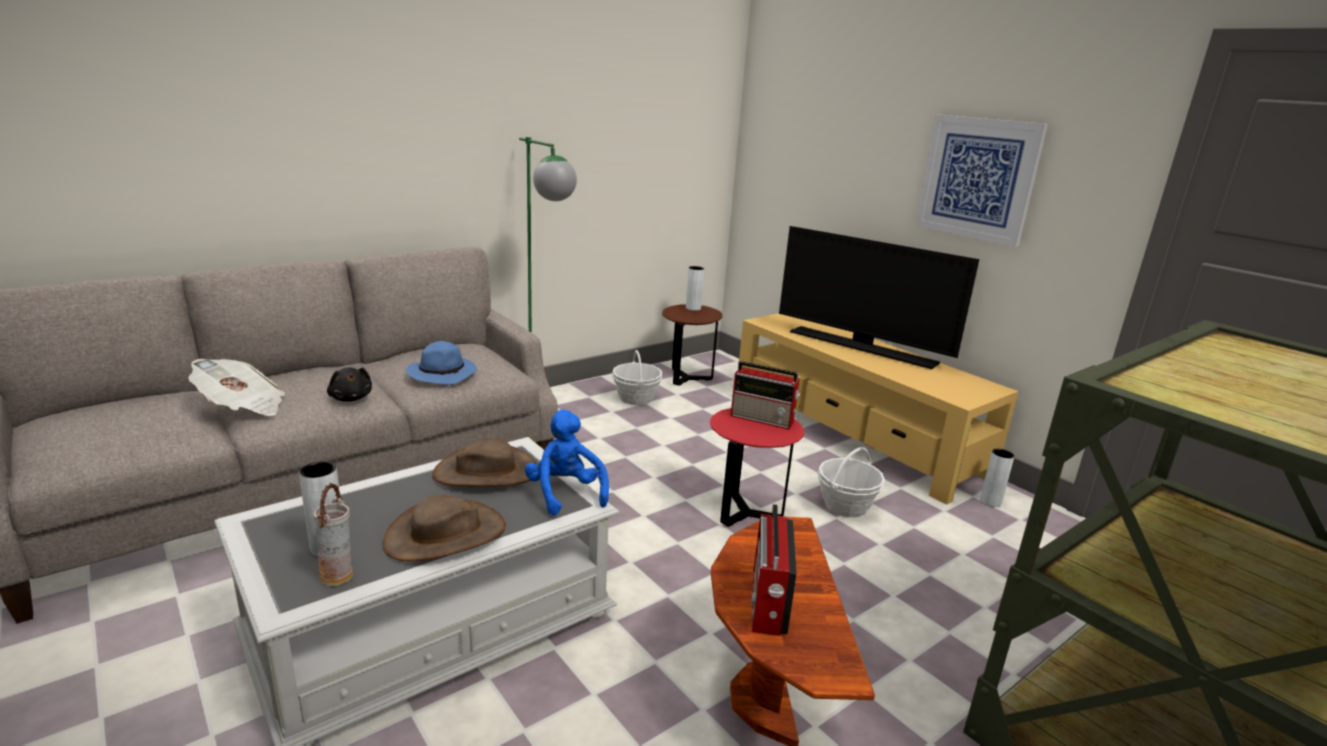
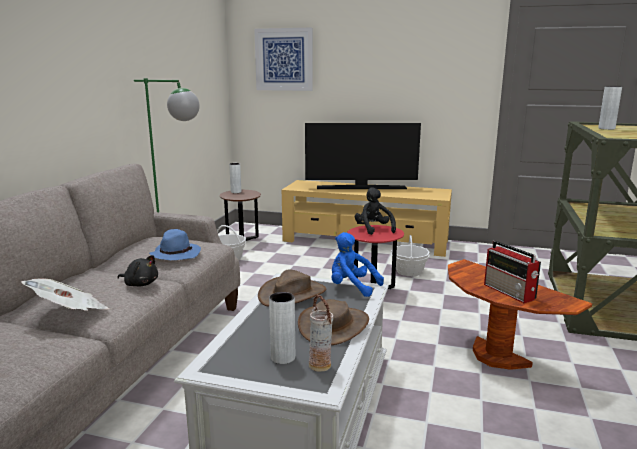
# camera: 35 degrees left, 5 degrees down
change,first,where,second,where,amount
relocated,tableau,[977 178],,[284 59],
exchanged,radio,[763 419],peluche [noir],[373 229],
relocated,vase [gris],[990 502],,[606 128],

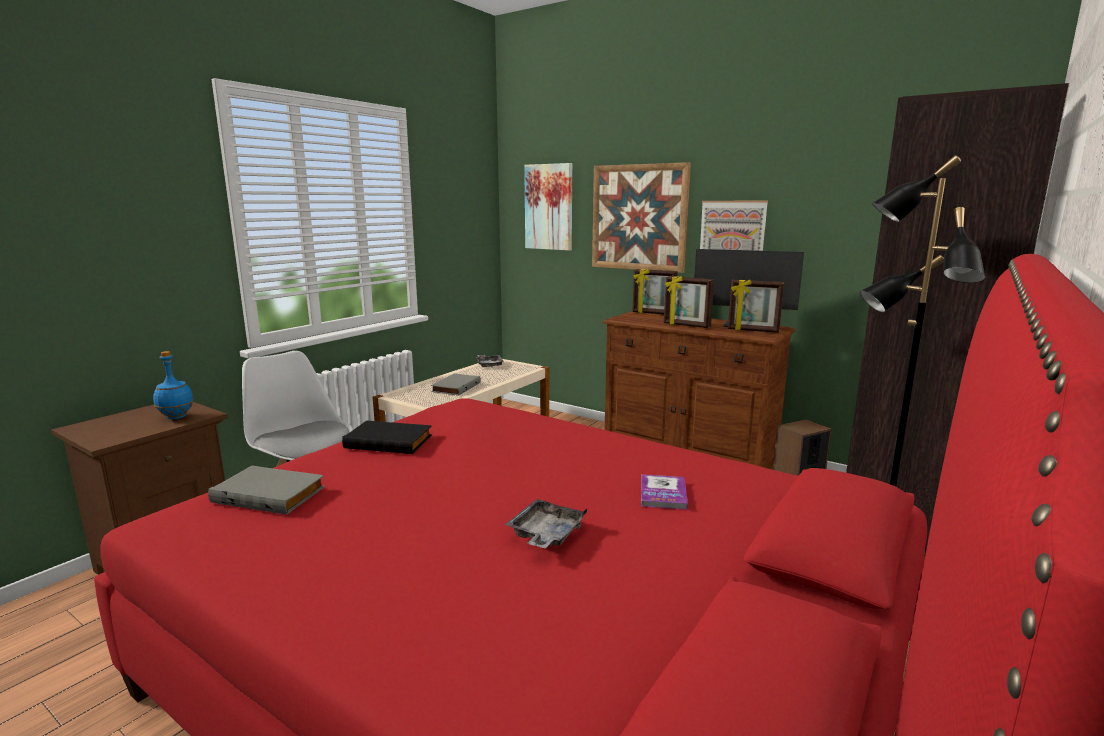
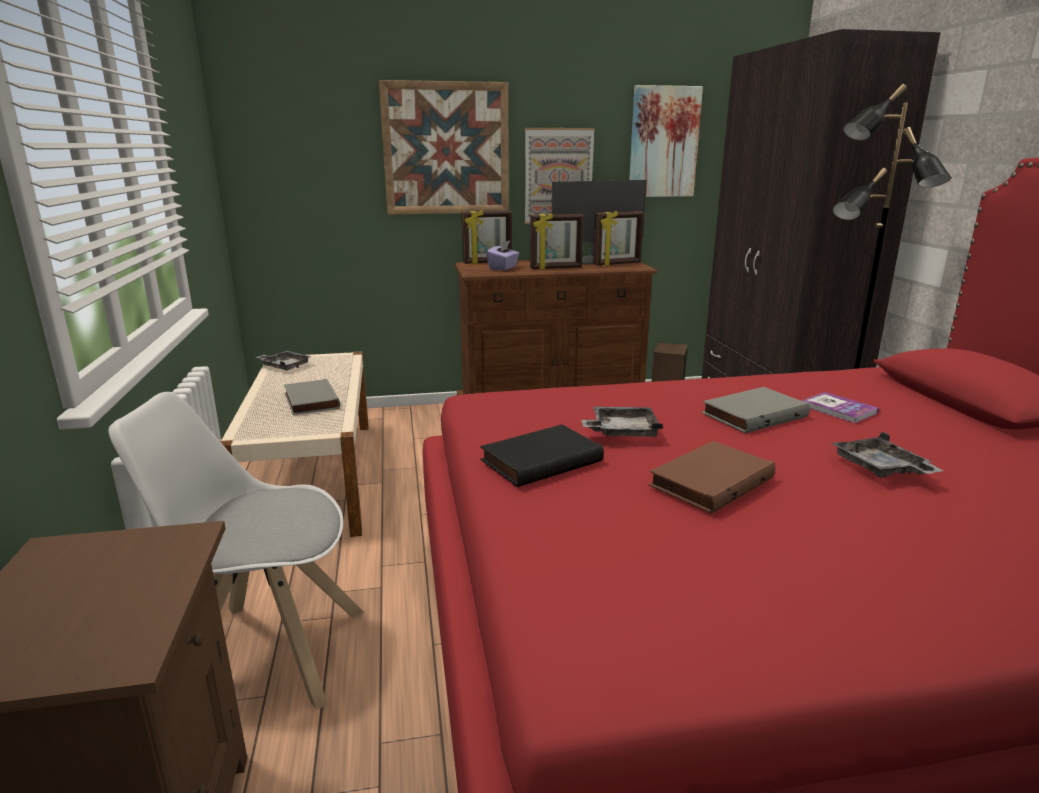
# camera: 45 degrees left, 5 degrees up
change,first,where,second,where,amount
relocated,tableau,[549 207],,[663 142],
missing,bouteille [bleu],[176 417],,,
relocated,livre [gris],[271 494],,[753 414],
appeared,,,boîte à mouchoirs [violet],[503 268],
appeared,,,plateau [gris],[622 431],
appeared,,,livre [marron],[709 481],

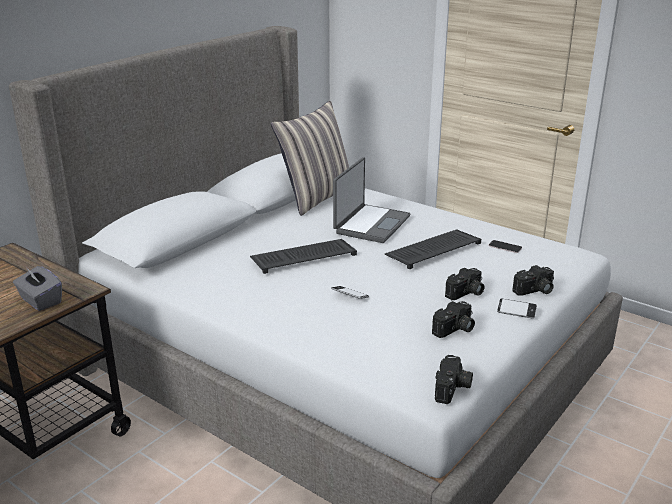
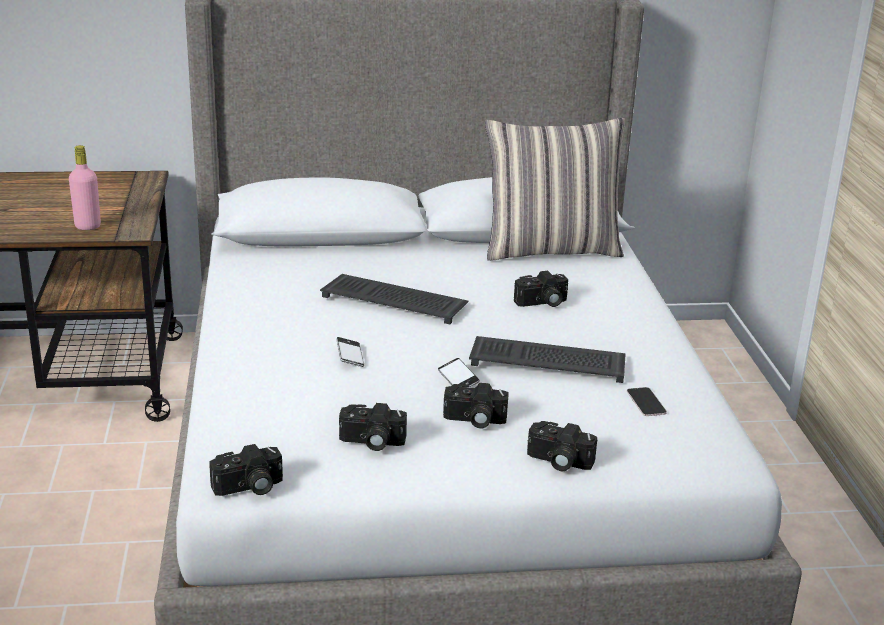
# camera: 45 degrees right, 0 degrees up
change,first,where,second,where,amount
exchanged,ordinateur portable,[371 224],appareil photo,[542 303],
exchanged,boîte à mouchoirs [gris],[40 301],bouteille [rose],[88 226],
relocated,téléphone,[516 311],,[458 379],

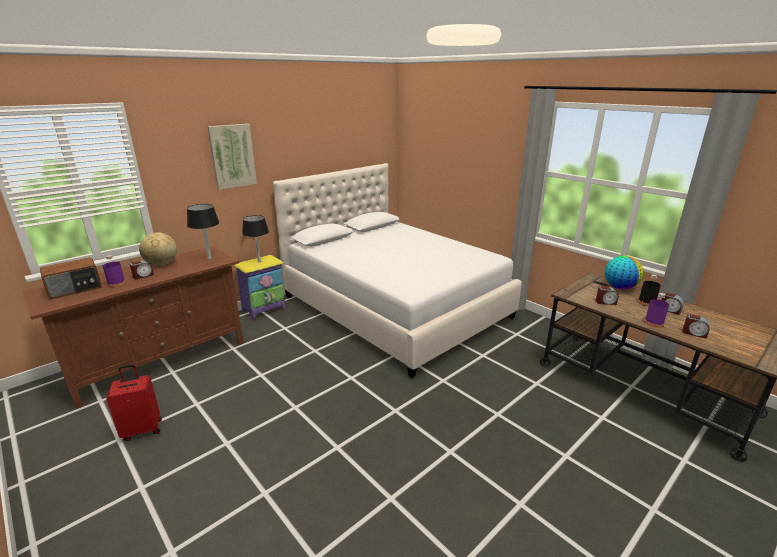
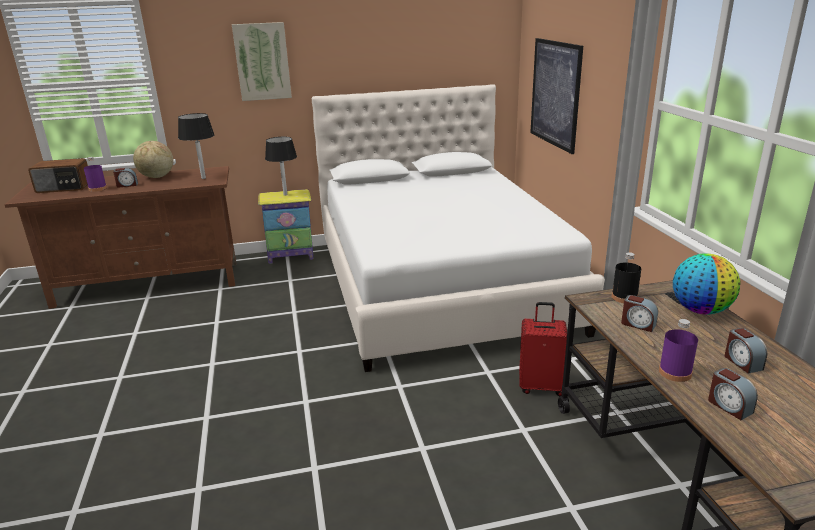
# camera: 30 degrees right, 0 degrees up
change,first,where,second,where,amount
relocated,bouteille [noir],[646 302],,[624 297],
relocated,valise [rouge],[142 429],,[541 386],
appeared,,,tableau,[555 93],

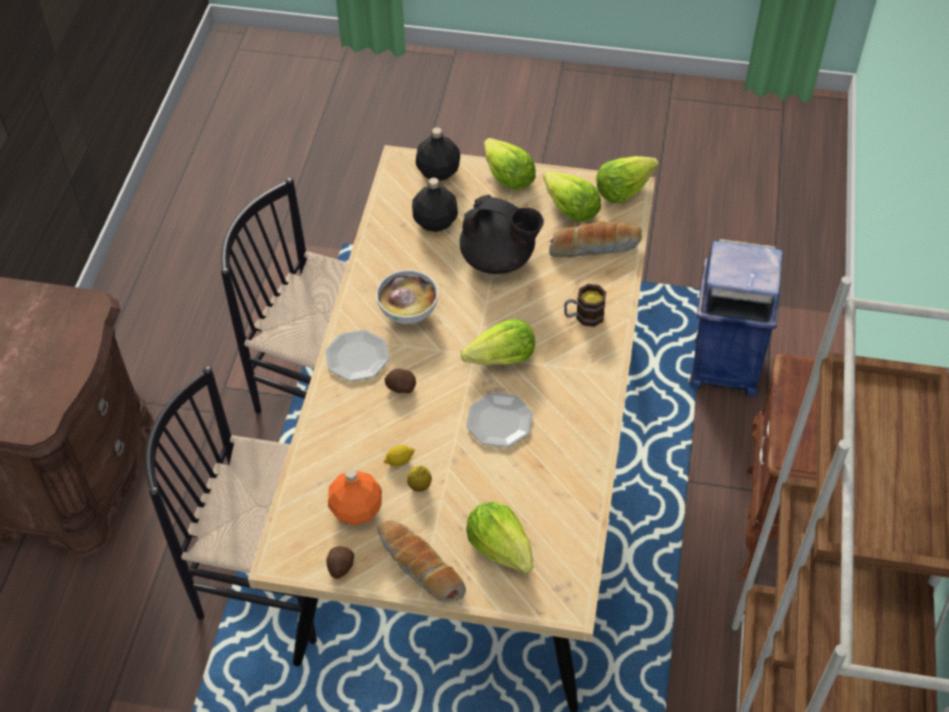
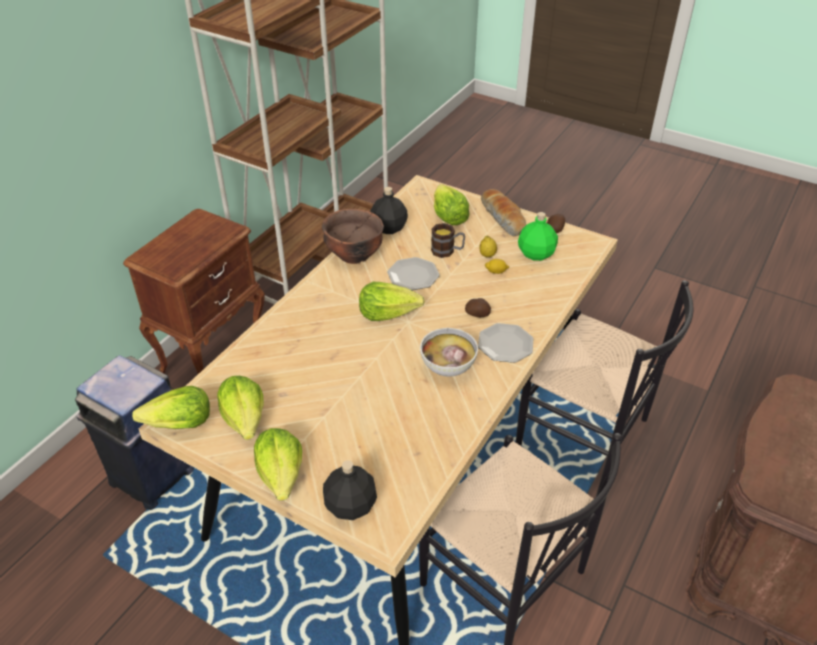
# camera: 160 degrees left, 10 degrees down
change,first,where,second,where,amount
relocated,bouteille [noir],[435 222],,[389 228],
missing,théière [noir],[499 259],,,
missing,pain,[594 246],,,
relocated,mug,[583 316],,[447 251],
colour,bouteille [orange],[357 509],bouteille [vert],[535 254],
appeared,,,bol [marron],[353 254],

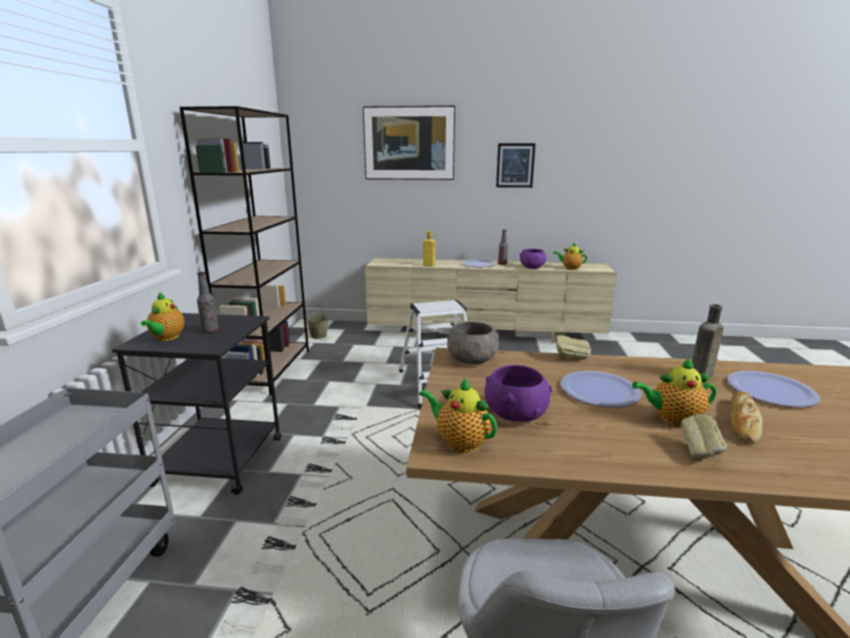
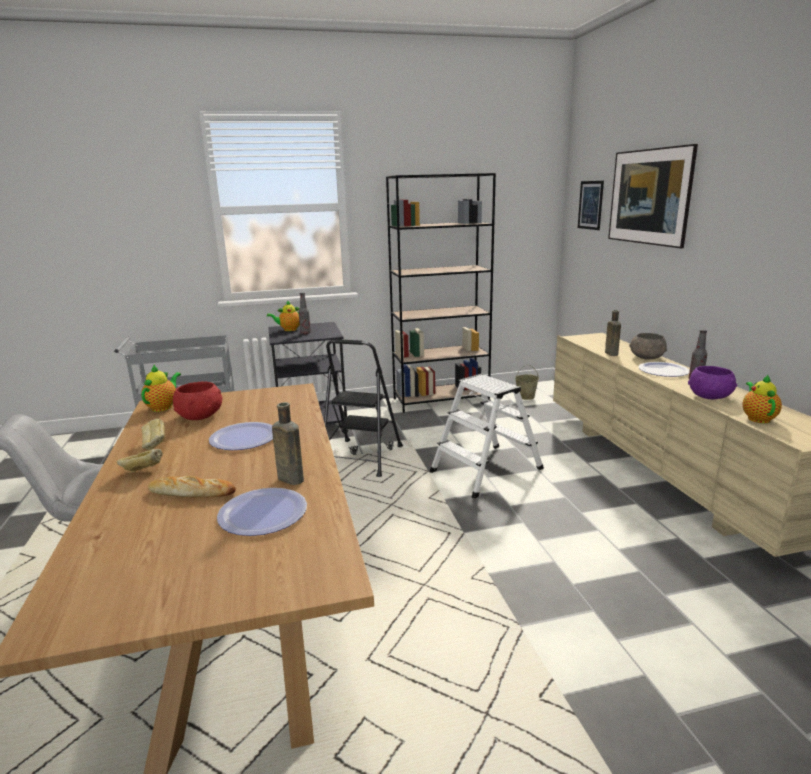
# camera: 70 degrees right, 0 degrees up
change,first,where,second,where,amount
relocated,tableau,[515 165],,[590 205],
colour,bouteille [jaune],[428 265],bouteille [marron],[610 353],
relocated,bol [gris],[472 360],,[646 357],
relocated,pain,[571 358],,[155 445],
missing,théière,[672 419],,,
colour,bol [violet],[515 413],bol [rouge],[201 416],
appeared,,,escabeau [noir],[360 458],

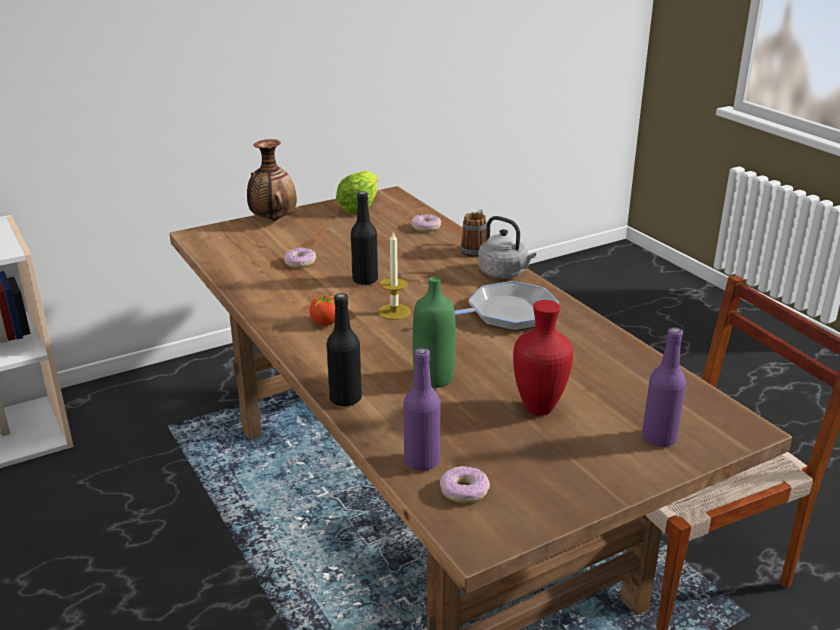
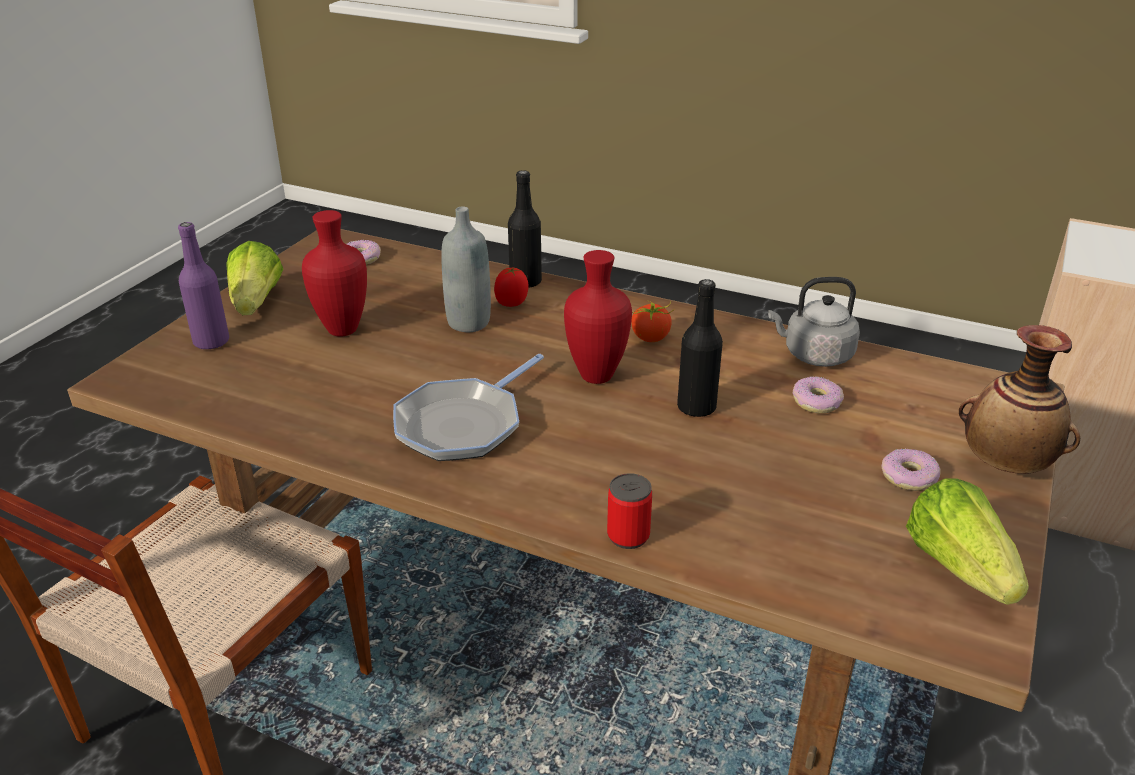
# camera: 145 degrees right, 5 degrees up
change,first,where,second,where,amount
exchanged,mug,[475 249],boîte métallique,[628 536],
relocated,beignet,[426 227],,[909 477],
relocated,bouilloire [gris],[504 273],,[814 355],
exchanged,bougie,[394 312],vase [rouge],[598 377],
colour,bouteille [vert],[433 378],bouteille [gris],[468 322],
missing,bouteille [violet],[421 461],,,
appeared,,,laitue,[256 303],
appeared,,,tomate,[512 303],

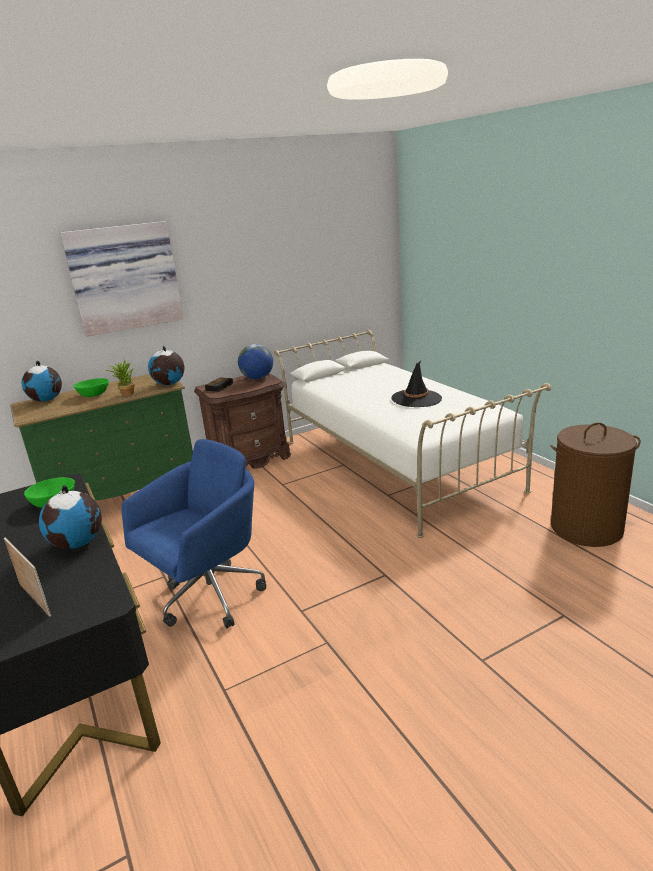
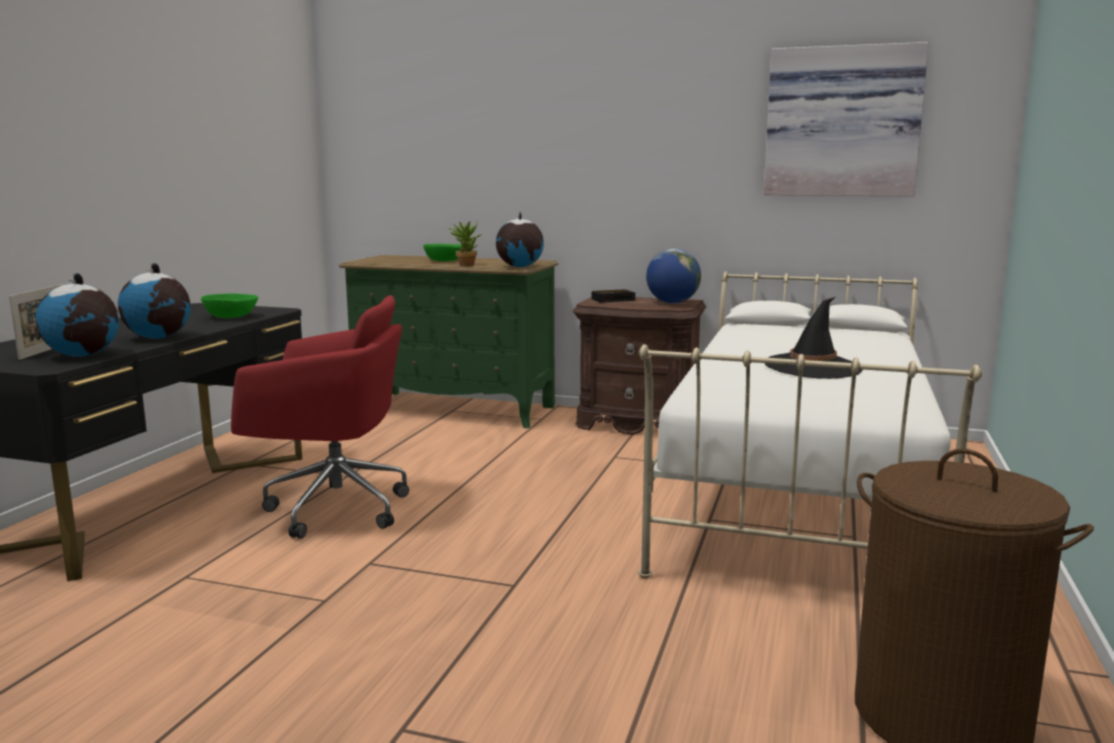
# camera: 45 degrees right, 10 degrees down
change,first,where,second,where,amount
relocated,tableau,[124 277],,[842 122],
relocated,globe,[47 400],,[83 355],
colour,chaise de bureau [bleu],[208 600],chaise de bureau [rouge],[330 510],

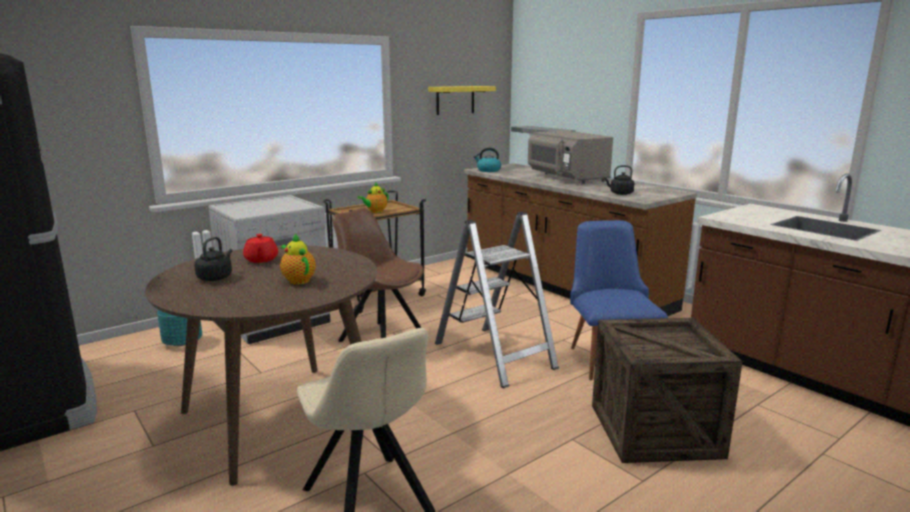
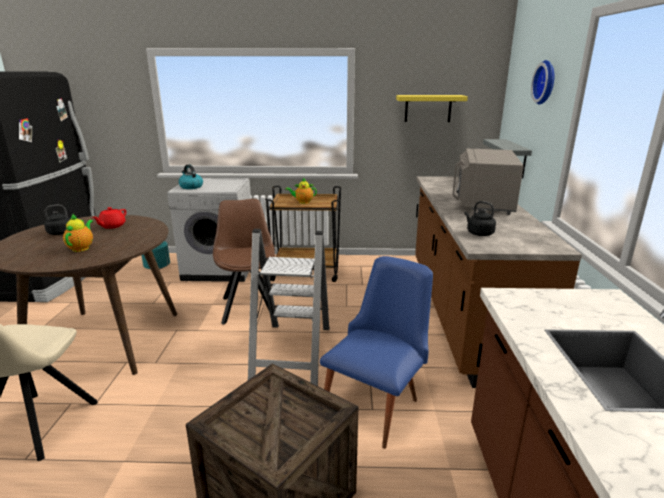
# camera: 40 degrees right, 5 degrees up
change,first,where,second,where,amount
relocated,bouilloire,[488 170],,[191 187],
appeared,,,horloge murale,[546 82],

